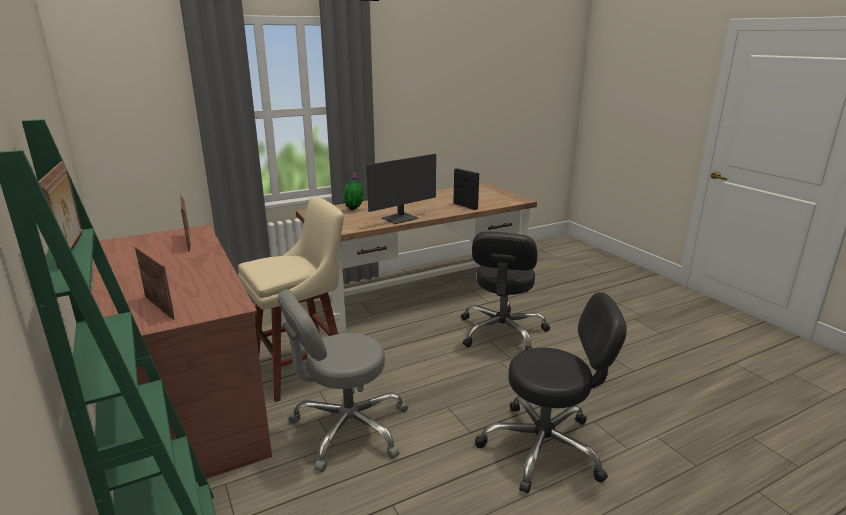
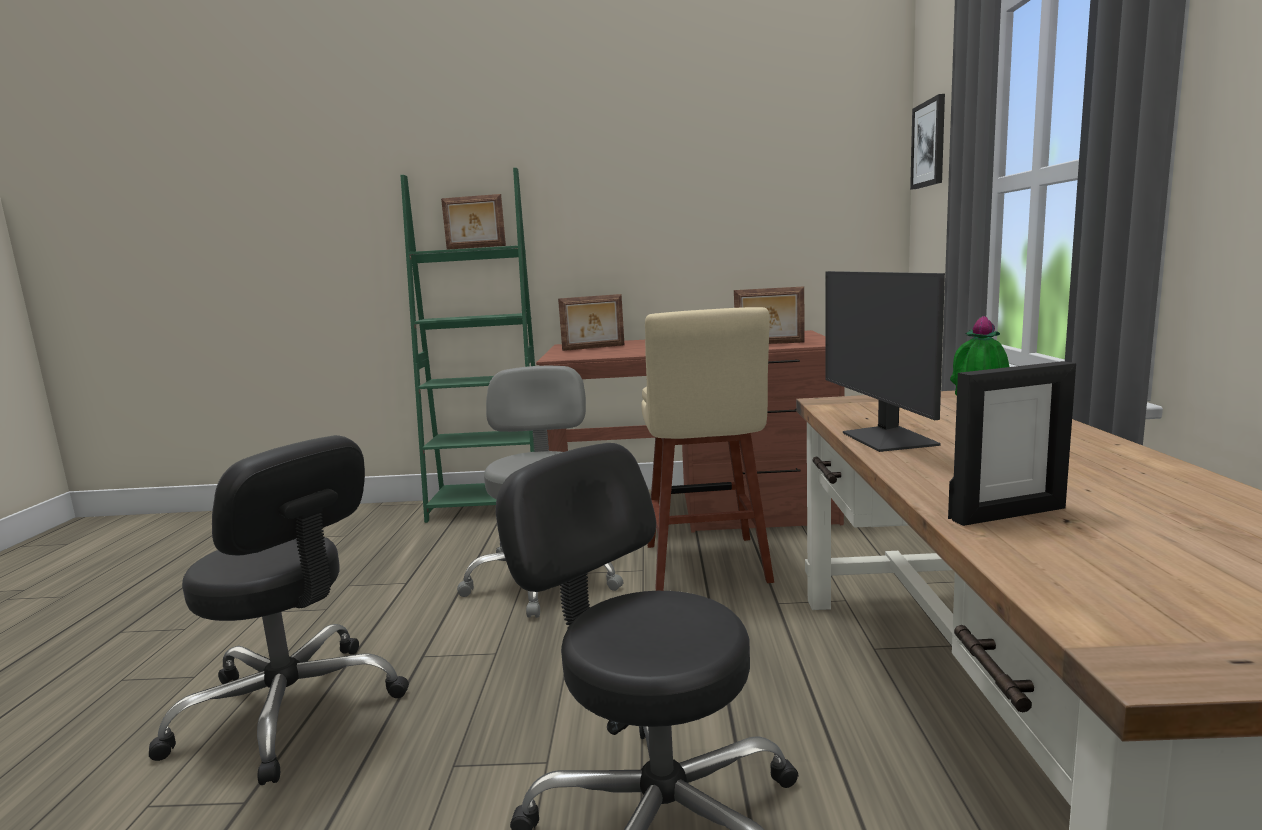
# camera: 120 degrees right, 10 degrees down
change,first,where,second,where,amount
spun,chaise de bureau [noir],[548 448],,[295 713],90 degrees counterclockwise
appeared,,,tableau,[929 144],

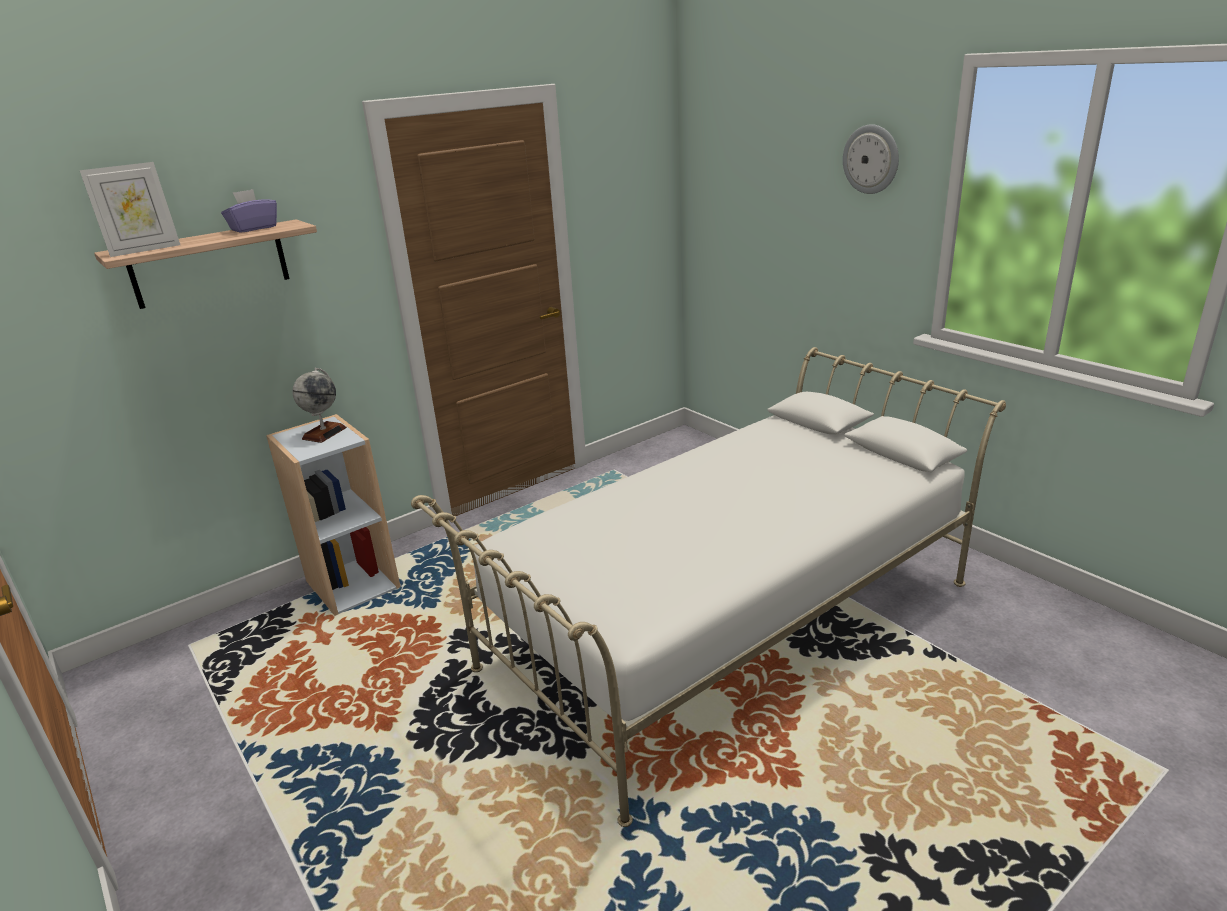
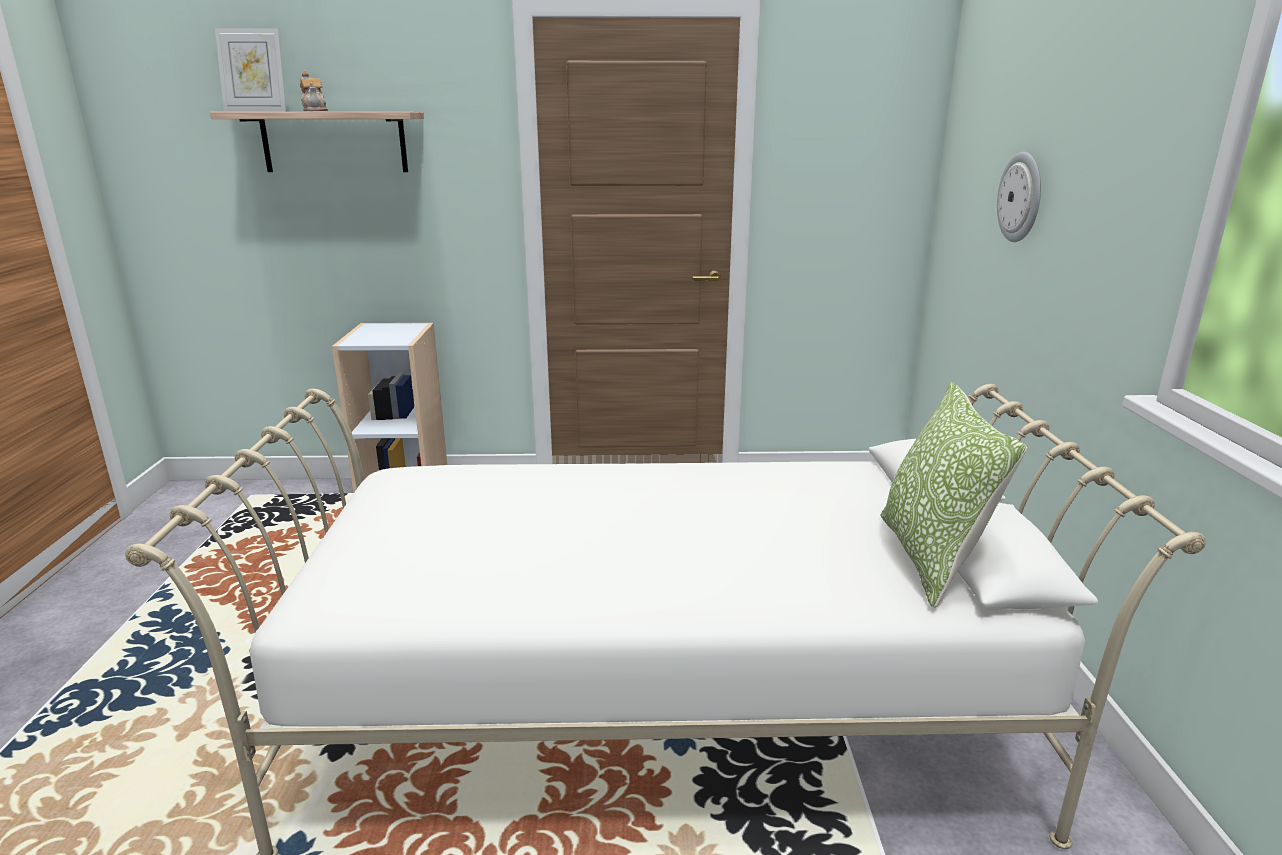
# camera: 35 degrees right, 5 degrees down
change,first,where,second,where,amount
relocated,horloge murale,[871 159],,[1021 197],
missing,boîte à mouchoirs [violet],[253 228],,,
missing,globe,[324 433],,,
appeared,,,théière,[315 111],
appeared,,,coussin,[930 558],

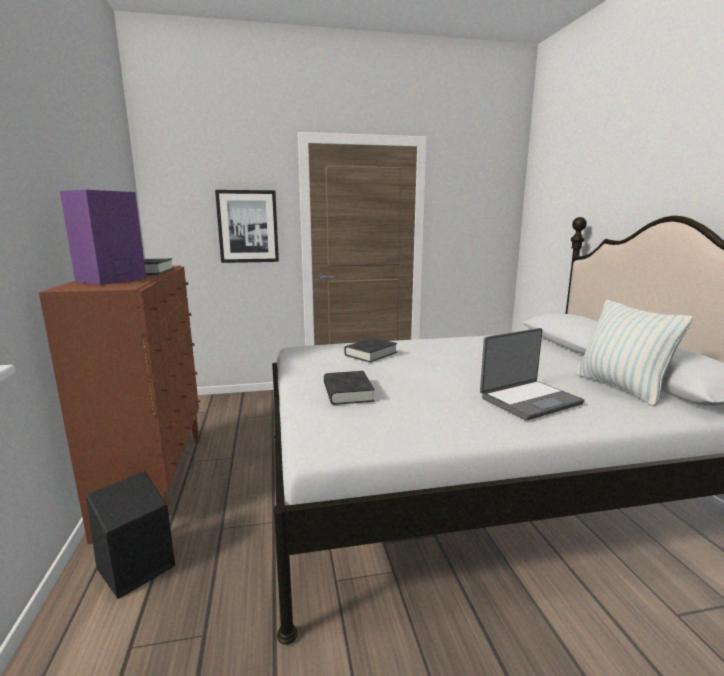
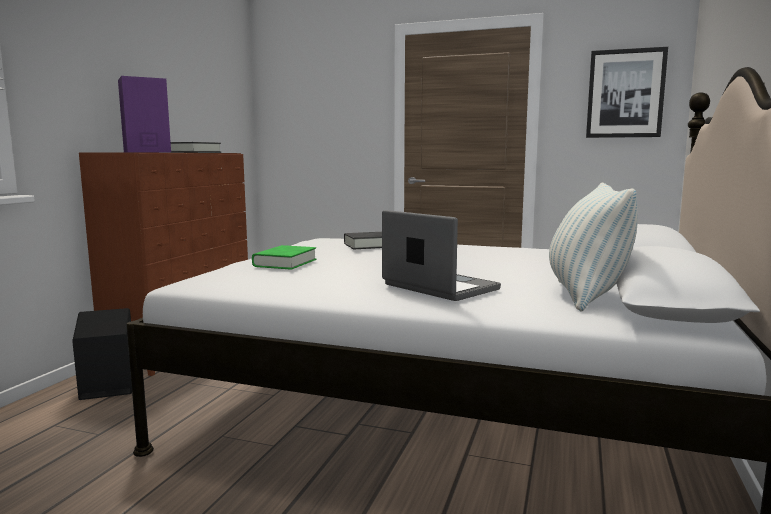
# camera: 30 degrees right, 5 degrees down
change,first,where,second,where,amount
relocated,tableau,[248 226],,[625 94],
spun,ordinateur portable,[529 400],,[438 287],135 degrees counterclockwise
colour,livre [noir],[347 392],livre [vert],[285 263],

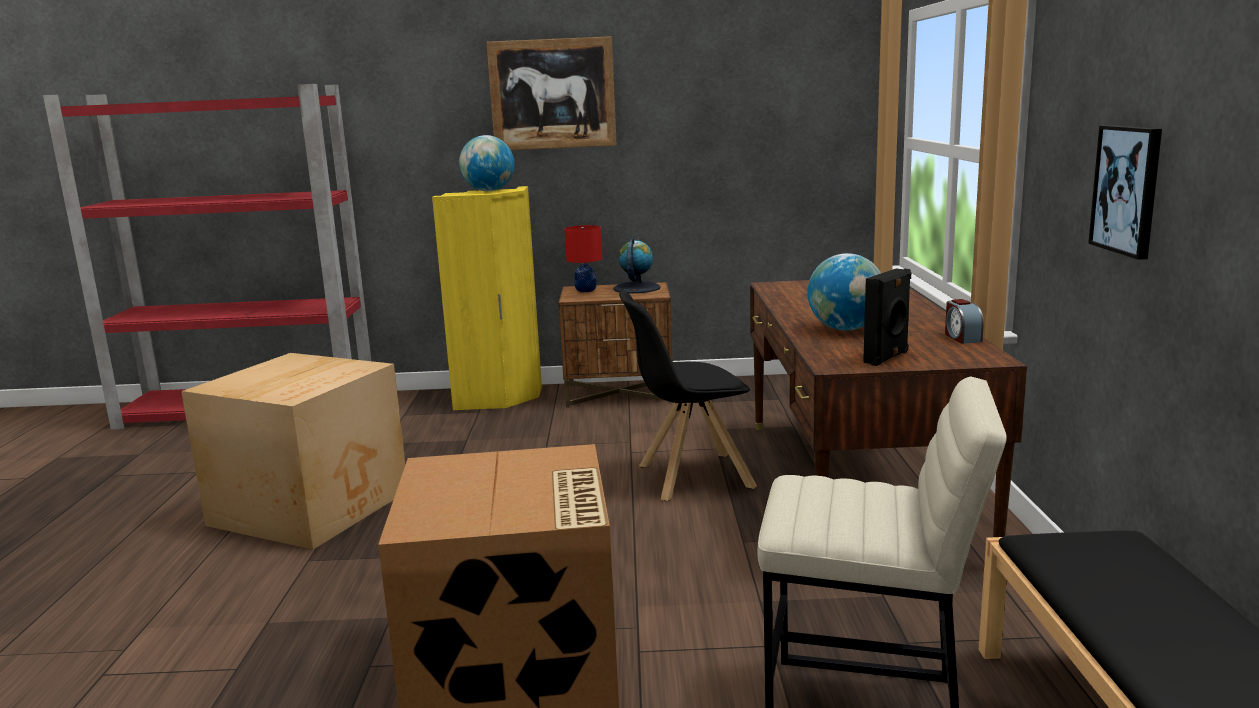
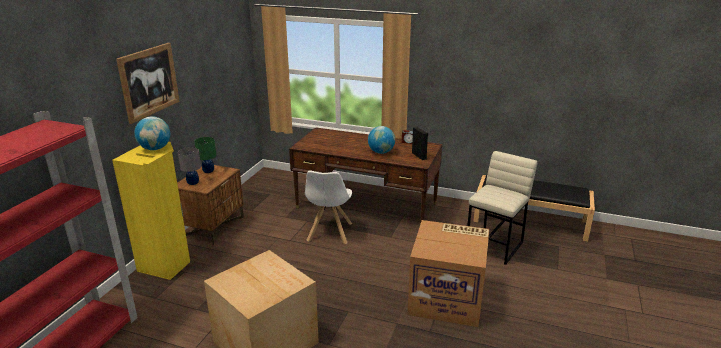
# camera: 70 degrees left, 10 degrees up
change,first,where,second,where,amount
missing,tableau,[1127 190],,,
colour,lampe de table [rouge],[586 291],lampe de table [gris],[193 183],
exchanged,globe,[636 288],lampe de table [vert],[208 171],
colour,chaise [noir],[689 477],chaise [blanc],[329 233],

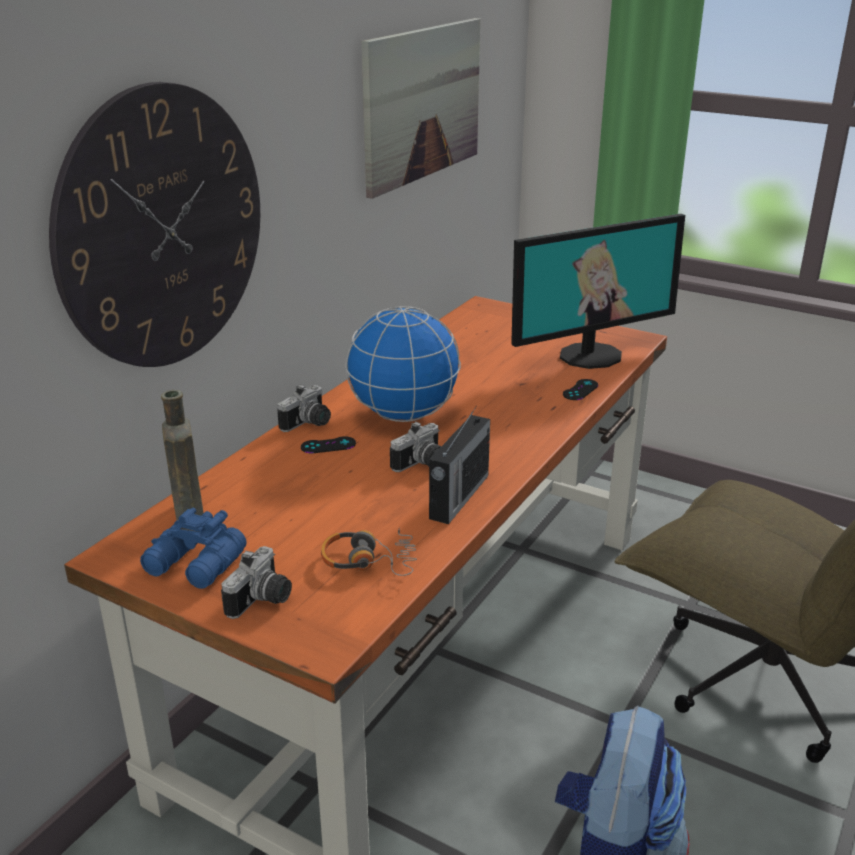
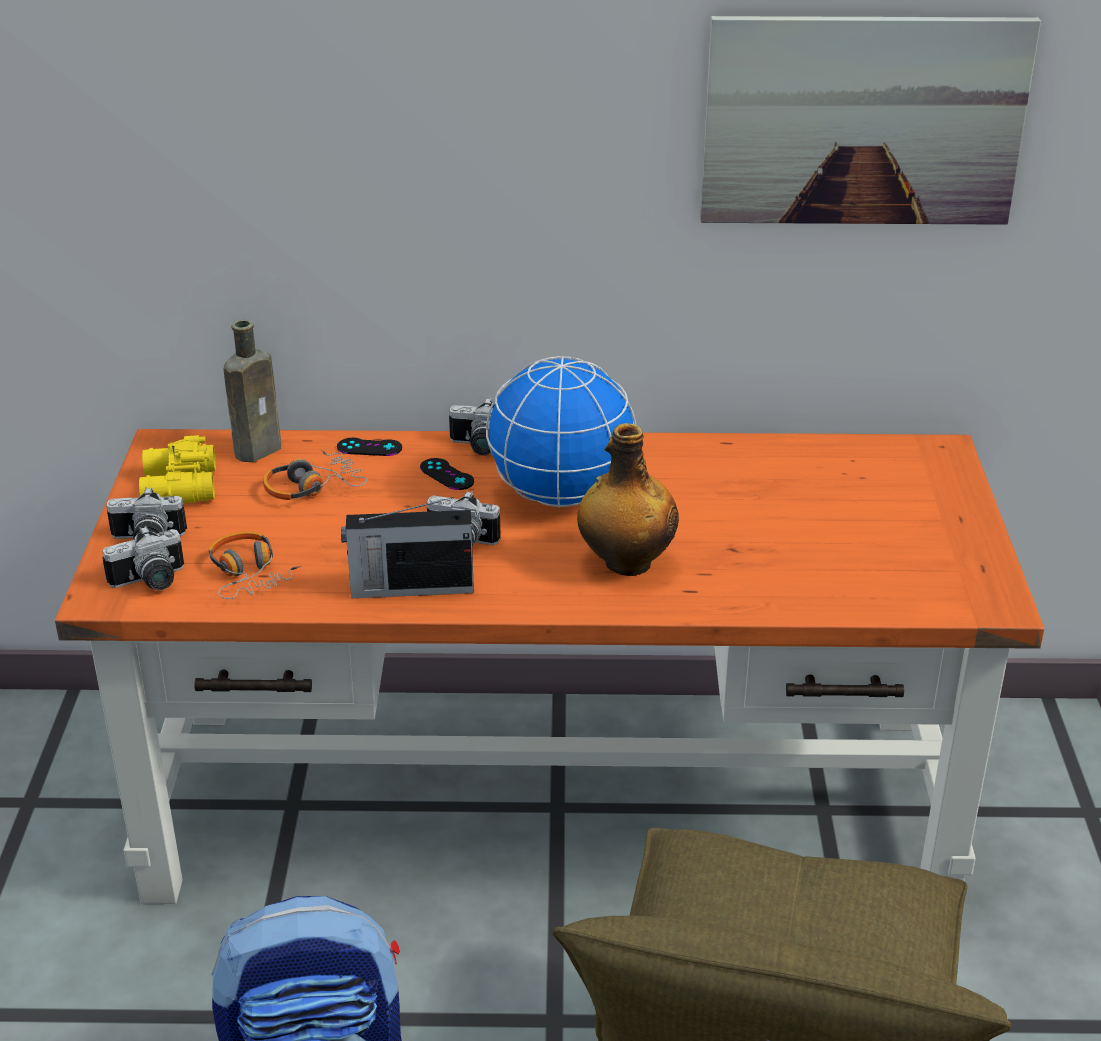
# camera: 60 degrees right, 5 degrees up
change,first,where,second,where,amount
missing,horloge murale,[163 229],,,
missing,écran d'ordinateur,[590 355],,,
relocated,manette [noir],[580 390],,[369 447],
colour,jumelles [bleu],[196 565],jumelles [jaune],[177 488],
appeared,,,bouteille,[625 563],
appeared,,,casque audio,[312 486],
appeared,,,appareil photo,[151 582],

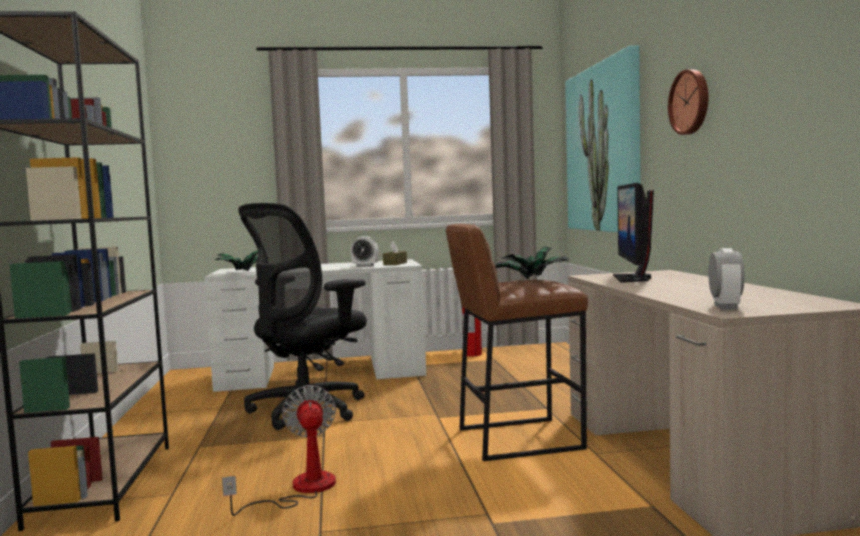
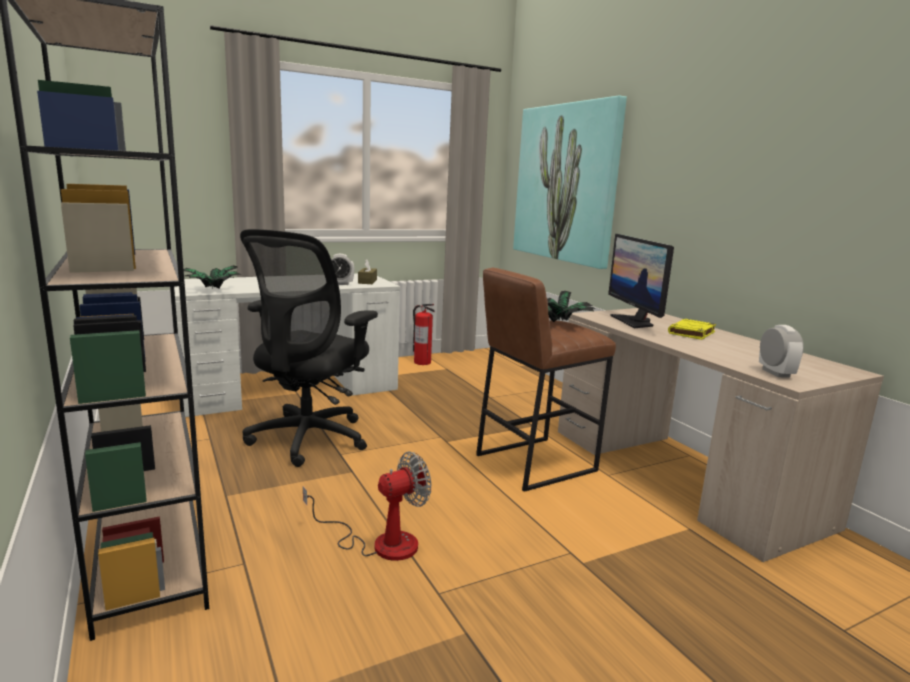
# camera: 20 degrees left, 10 degrees up
change,first,where,second,where,amount
missing,horloge murale,[691 102],,,
spun,ventilateur,[301 490],,[380 543],90 degrees clockwise
appeared,,,livre [jaune],[691 333],

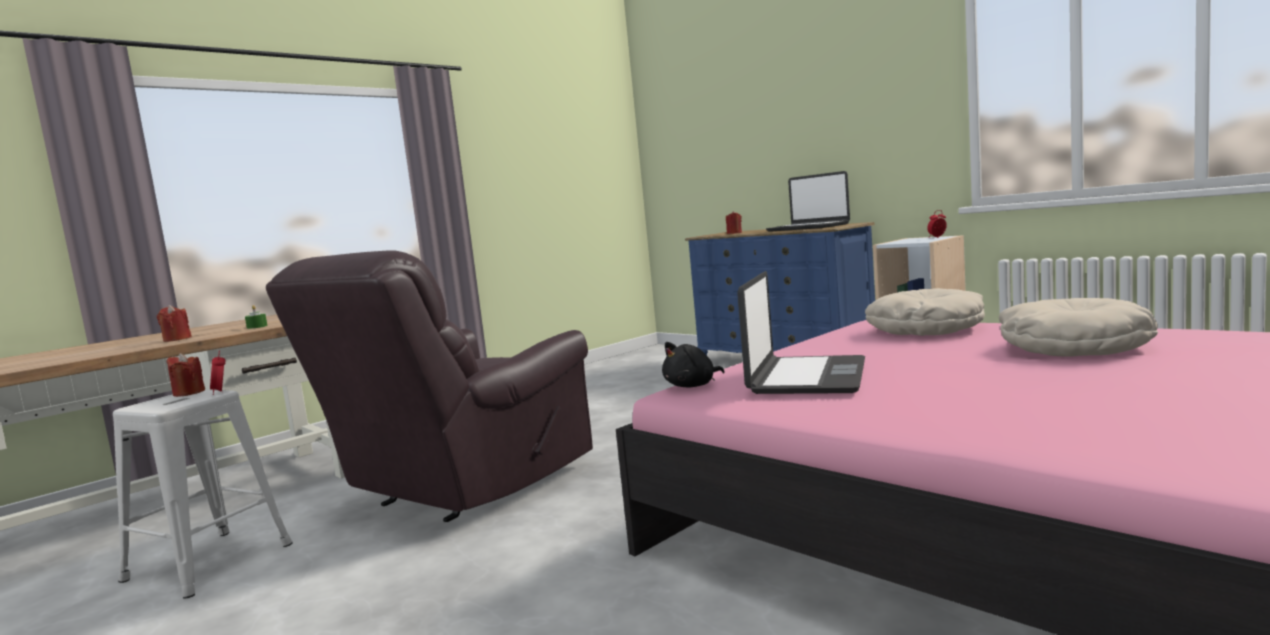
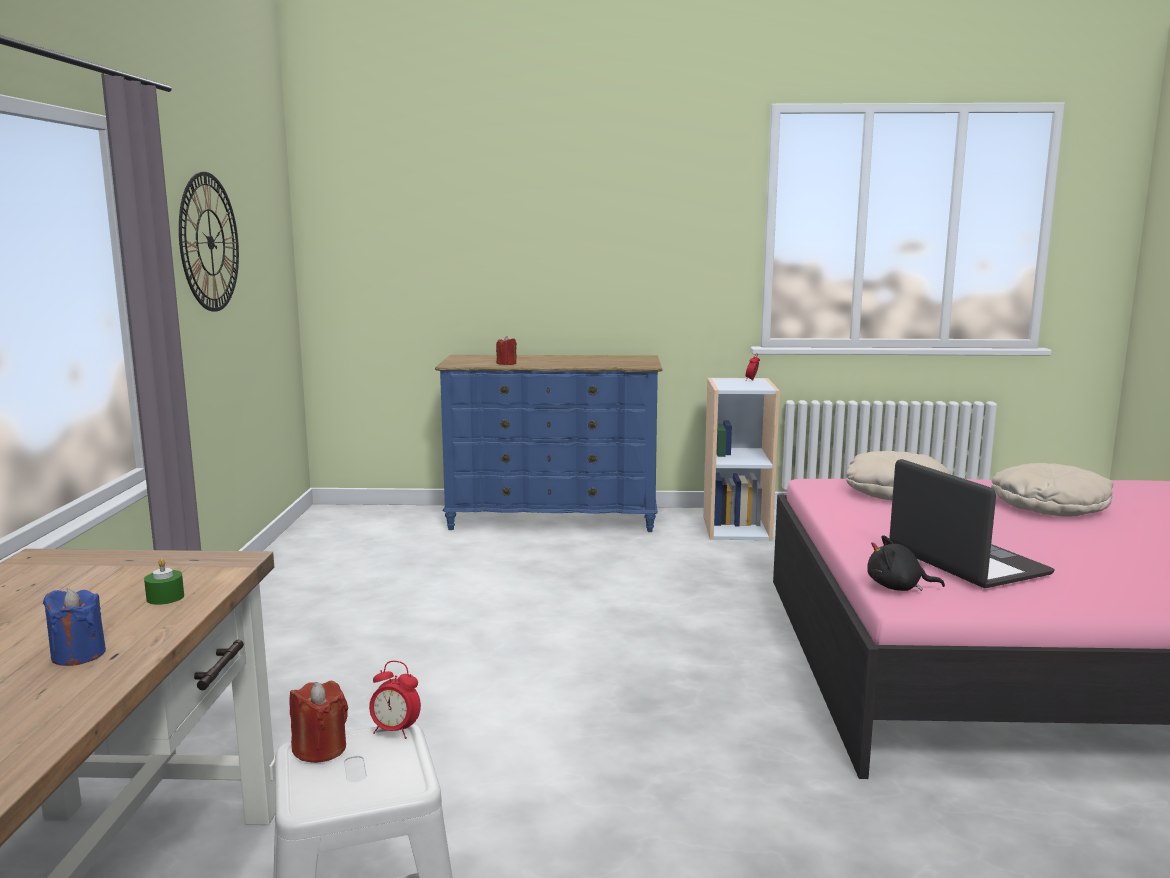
# camera: 45 degrees left, 5 degrees up
change,first,where,second,where,amount
missing,ordinateur portable,[808 227],,,
missing,fauteuil [marron],[461 489],,,
colour,bougie [rouge],[177 339],bougie [bleu],[78 655],
spun,peluche [noir],[693 386],,[898 587],90 degrees clockwise
appeared,,,horloge murale,[210 242],

